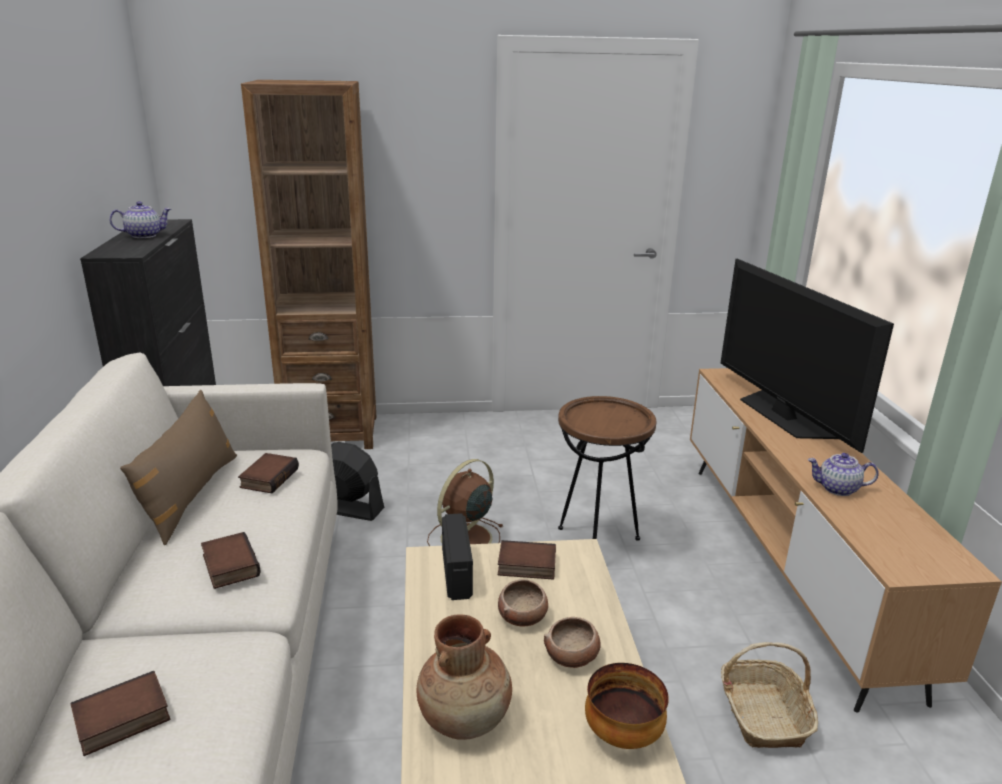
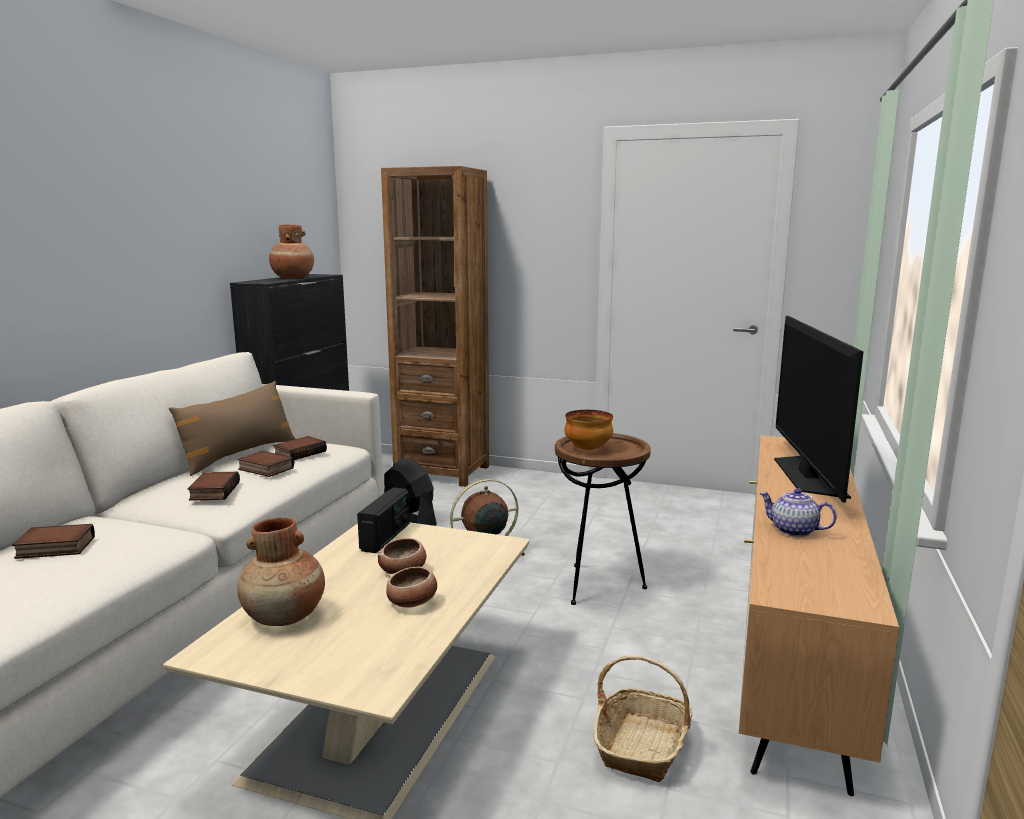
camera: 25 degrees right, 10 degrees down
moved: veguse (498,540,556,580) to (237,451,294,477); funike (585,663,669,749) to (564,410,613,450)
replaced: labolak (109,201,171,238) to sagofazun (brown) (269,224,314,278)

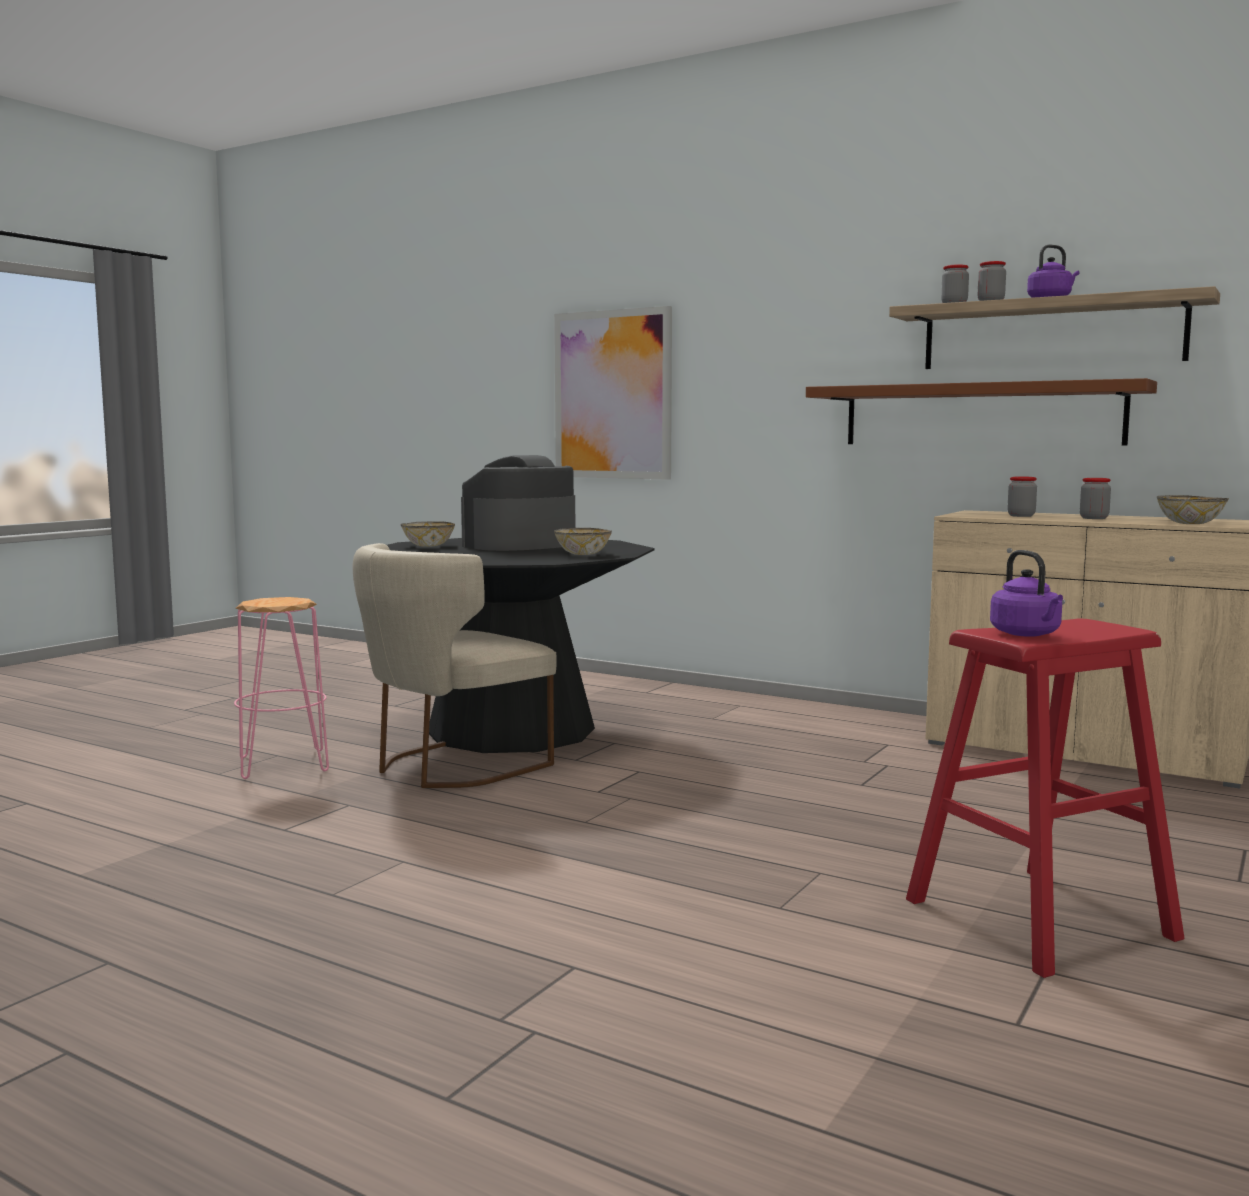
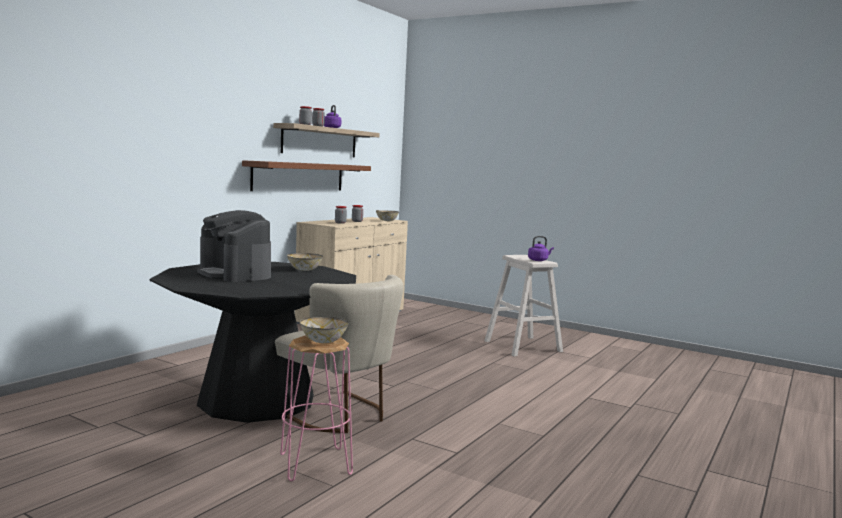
camera: 90 degrees left, 0 degrees up
removed: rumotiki (554,306,672,480)
moved: funike (401,521,455,547) to (300,317,348,343)
recoloured: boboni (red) (906,618,1185,978) to boboni (beige) (484,255,563,356)

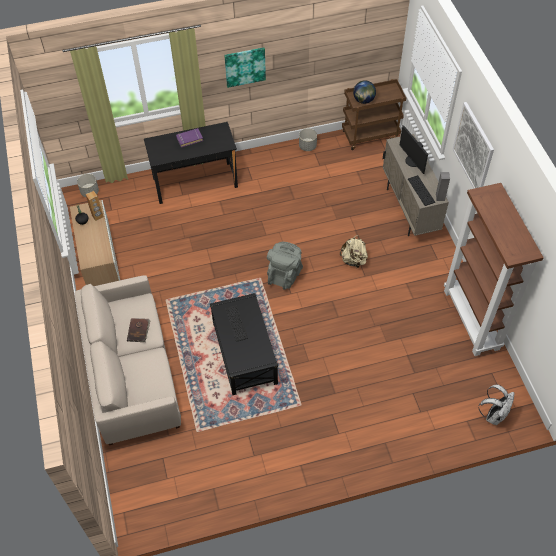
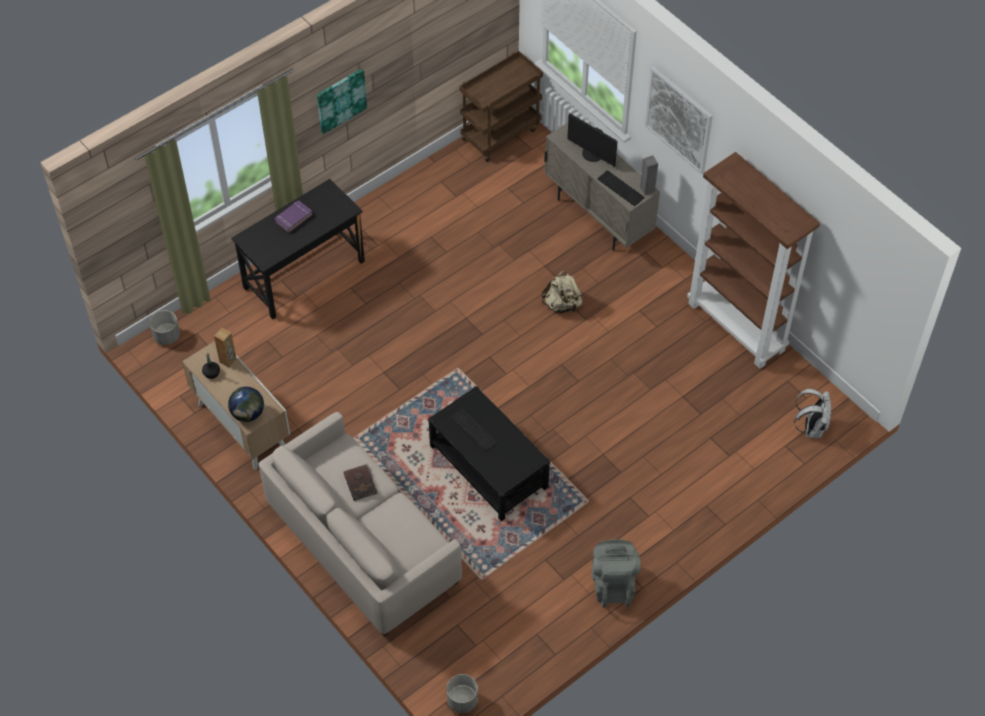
camera: 25 degrees left, 0 degrees up
moved: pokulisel (353,80,376,104) to (228,387,264,422); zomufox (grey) (299,128,317,151) to (447,674,478,713); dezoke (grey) (267,242,303,290) to (592,539,640,608)

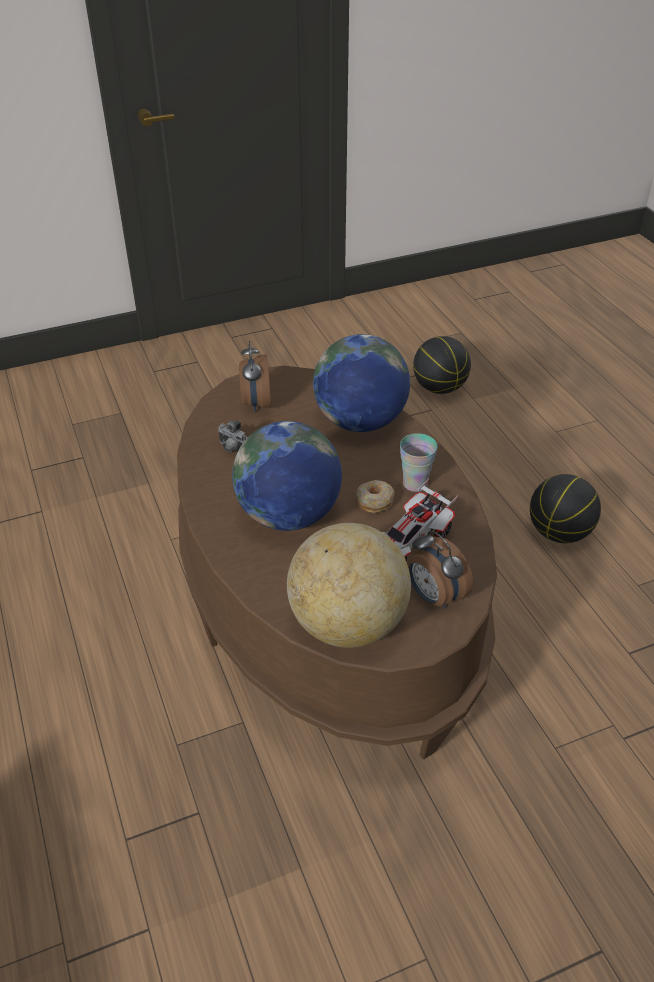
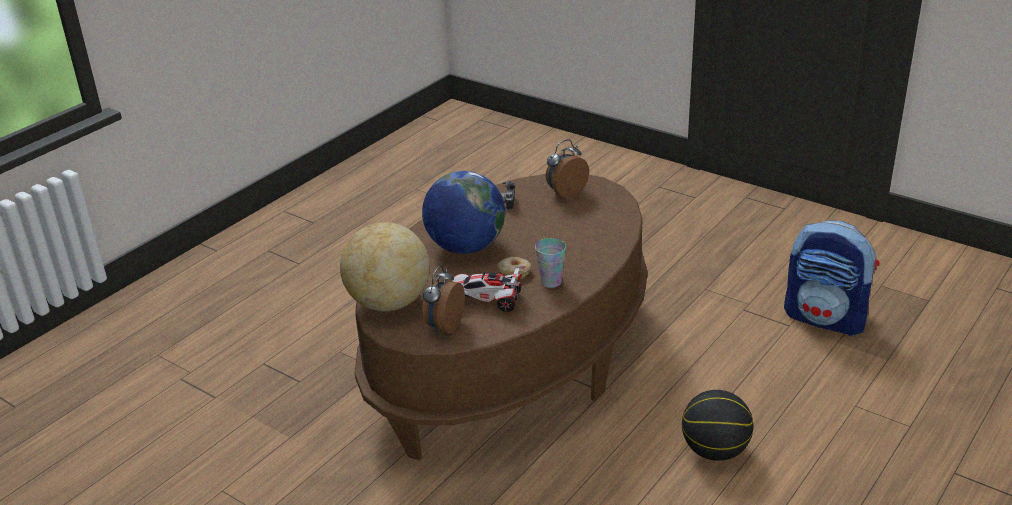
camera: 60 degrees right, 10 degrees down
removed: pokulisel (313,334,410,432)
replaced: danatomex (413,336,471,394) to dezoke (784,221,879,336)

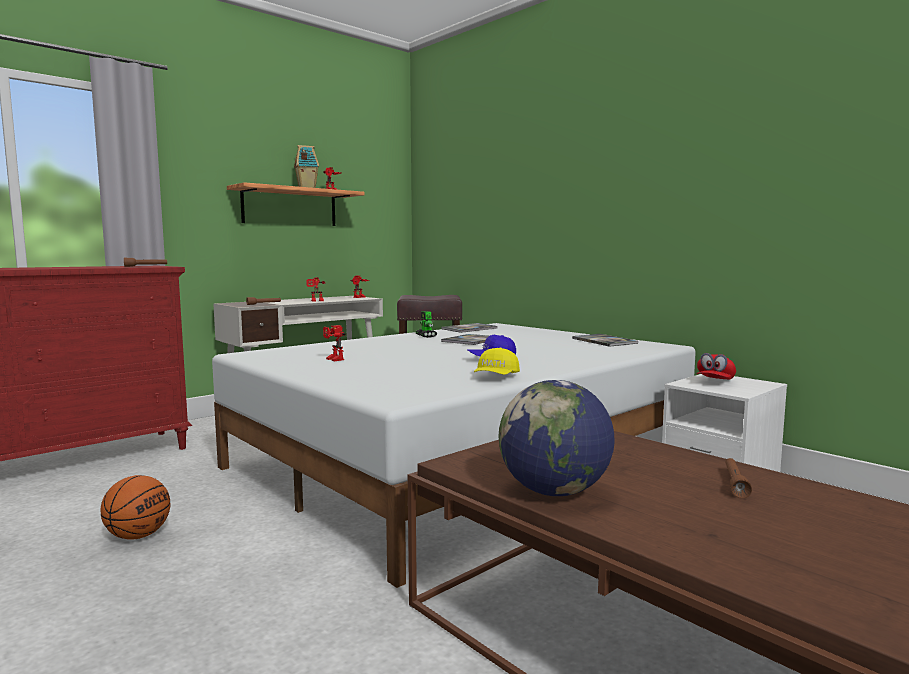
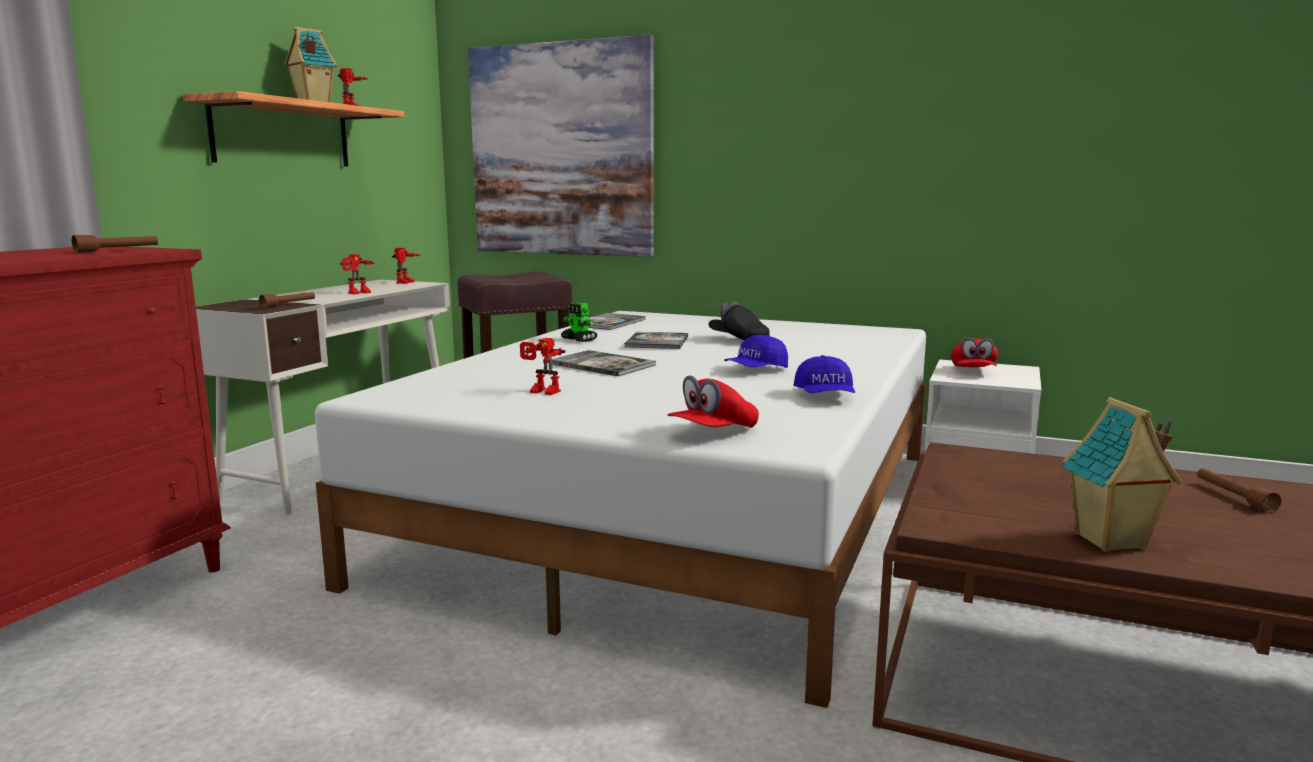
camera: 25 degrees left, 5 degrees up
removed: danatomex (100,475,170,540)
added: rumotiki (468,34,654,257); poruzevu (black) (709,301,770,340); poruzevu (red) (668,375,759,428)
moved: veguse (572,334,638,347) to (552,350,656,376)
replaced: pokulisel (498,380,615,496) to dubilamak (1062,397,1182,552)
recoloured: poruzevu (yellow) (474,347,520,375) to poruzevu (blue) (793,355,855,393)

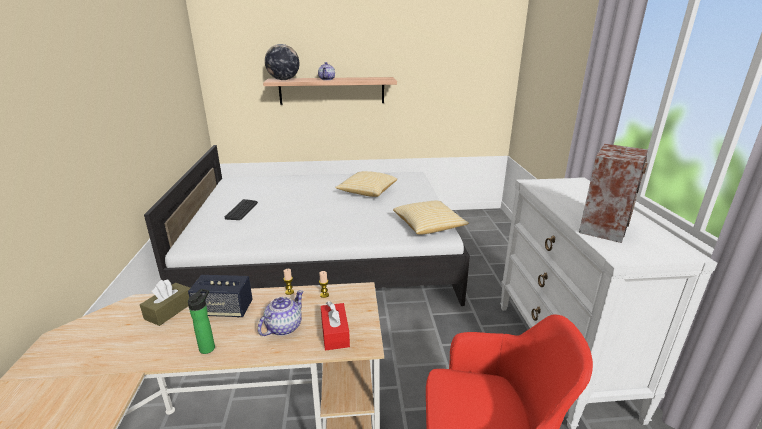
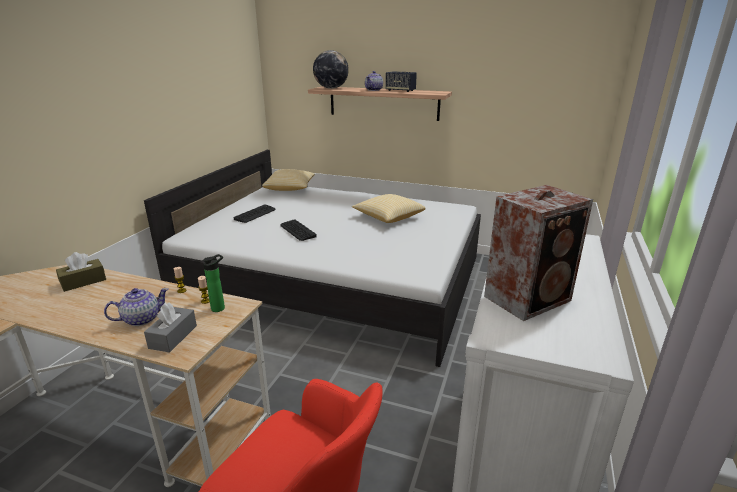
camera: 25 degrees right, 0 degrees up
added: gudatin (280,219,317,241)
moved: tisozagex (393,201,469,235) to (262,169,315,191); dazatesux (188,275,253,318) to (386,71,417,92); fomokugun (188,289,215,354) to (203,254,225,312)
recoloured: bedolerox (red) (321,301,350,351) to bedolerox (grey) (144,303,197,353)

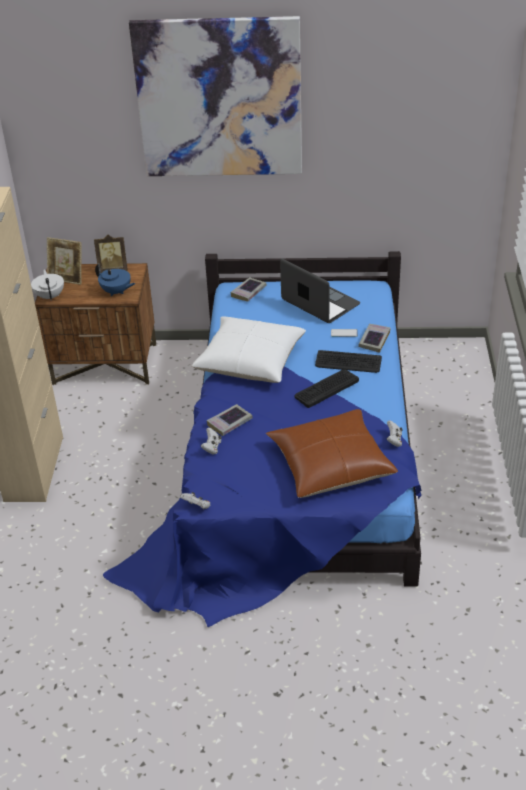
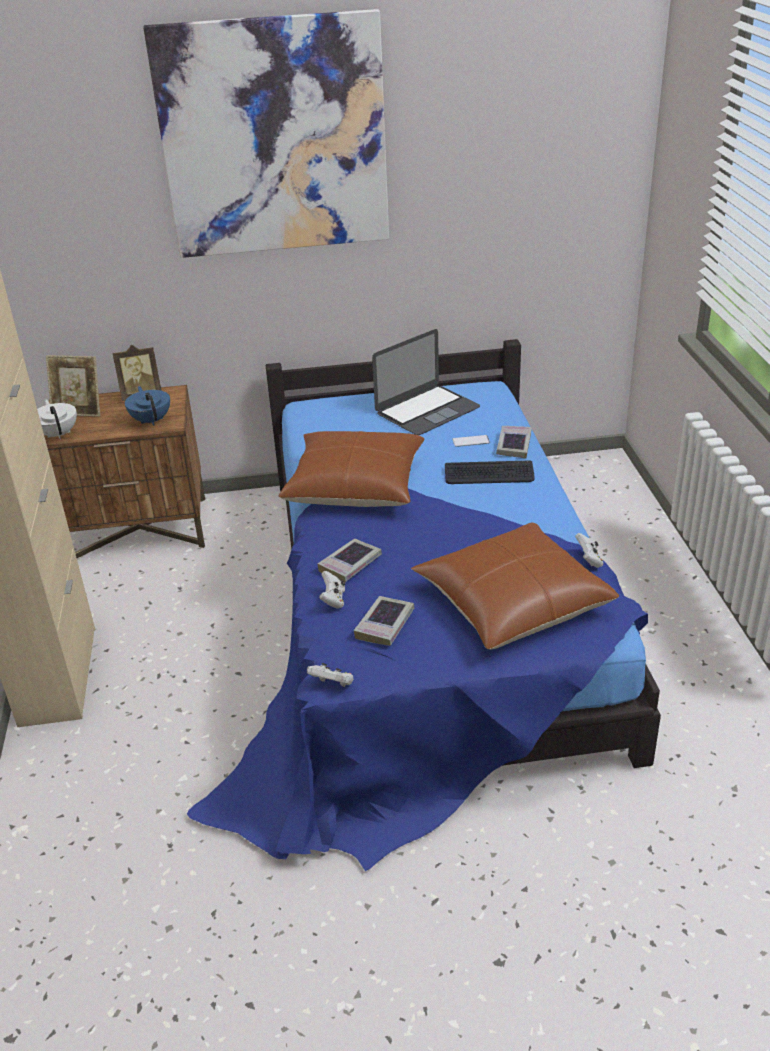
camera: 10 degrees left, 5 degrees down
removed: gudatin (294,369,359,408)
moved: veguse (231,277,267,302) to (354,596,414,646)
recoloured: tisozagex (white) (192,317,306,383) to tisozagex (brown) (279,431,424,507)
turned: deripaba (280,259,360,323) = (372,329,480,435) 105 degrees clockwise; labolak (blue) (95,264,135,296) = (125,386,170,425) 135 degrees counterclockwise

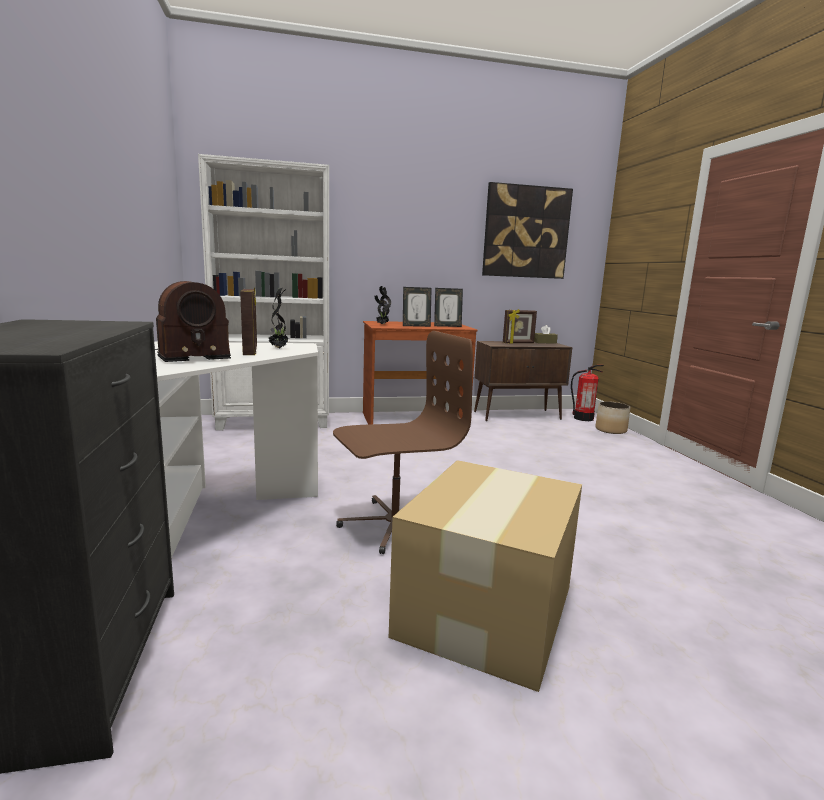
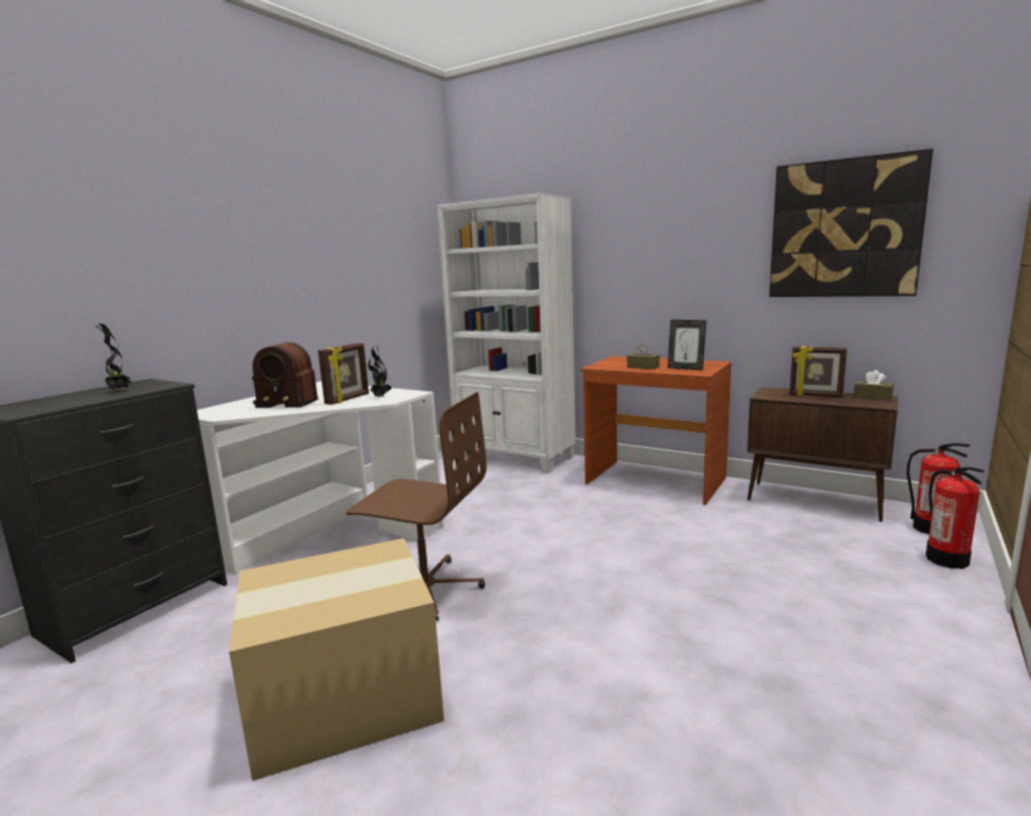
camera: 45 degrees right, 0 degrees up
moved: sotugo (375,286,391,324) to (95,323,132,391)
replaced: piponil (403,287,432,327) to bedolerox (brown) (627,343,660,369); zomufox (596,401,631,434) to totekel (926,467,984,569)

